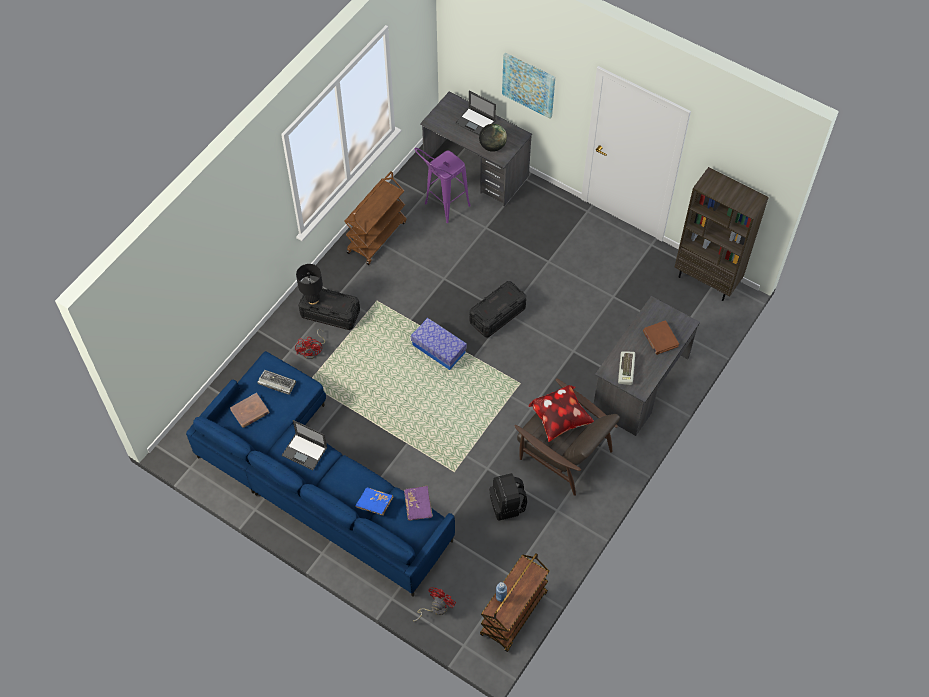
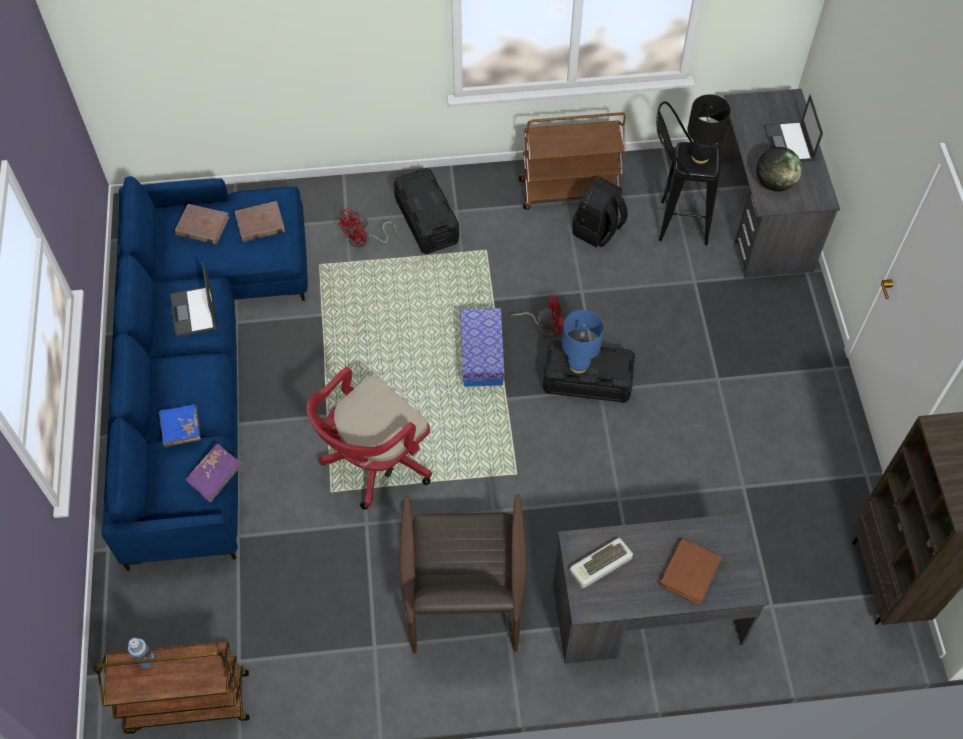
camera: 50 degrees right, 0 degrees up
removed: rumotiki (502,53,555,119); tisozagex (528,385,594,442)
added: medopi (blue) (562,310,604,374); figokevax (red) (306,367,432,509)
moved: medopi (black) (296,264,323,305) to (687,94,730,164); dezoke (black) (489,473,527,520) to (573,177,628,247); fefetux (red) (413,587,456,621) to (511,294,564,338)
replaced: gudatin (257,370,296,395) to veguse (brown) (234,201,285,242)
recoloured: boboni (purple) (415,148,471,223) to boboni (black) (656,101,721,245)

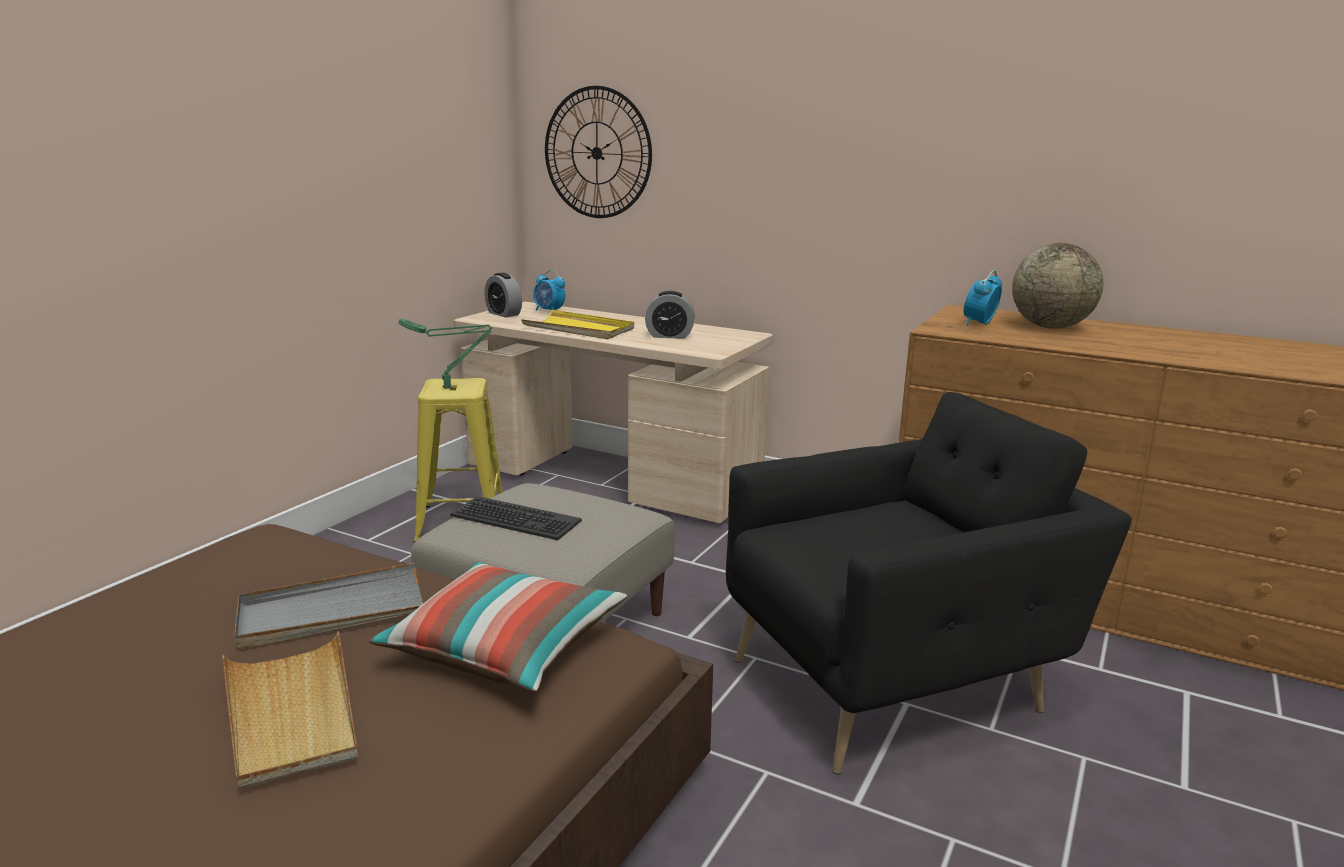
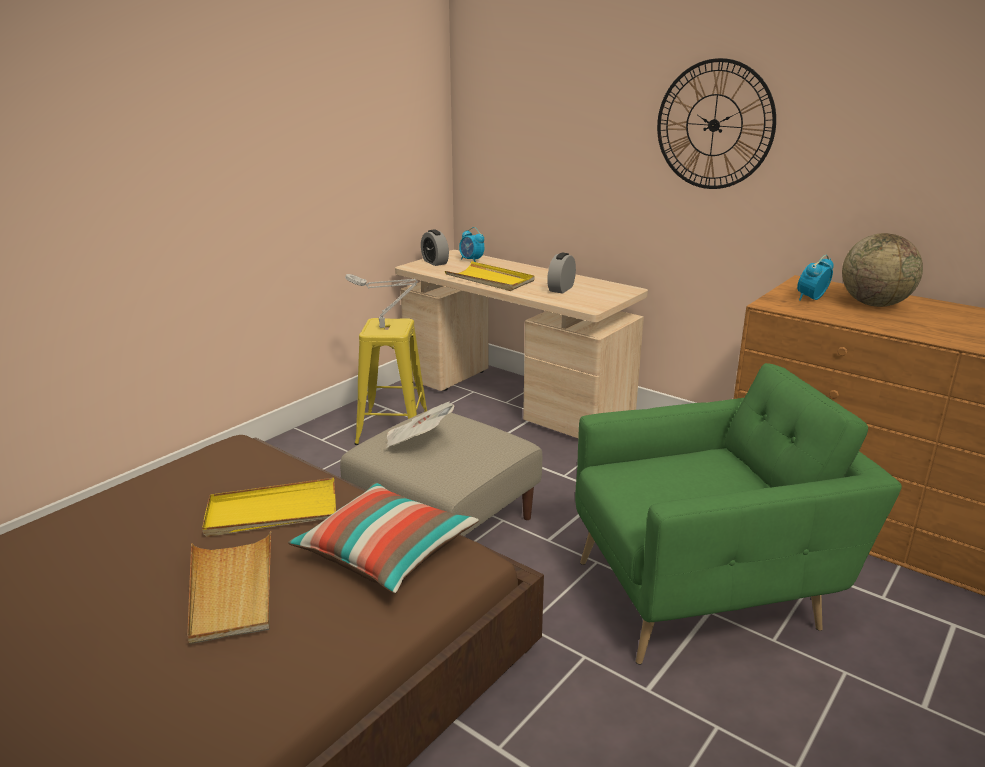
camera: 10 degrees right, 5 degrees up
moved: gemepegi (545,86,652,218) to (657,58,776,189)
replaced: gudatin (450,496,582,540) to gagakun (386,402,454,448)
recoloured: medopi (green) (398,319,492,388) to medopi (grey) (345,274,418,328); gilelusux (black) (726,392,1132,775) to gilelusux (green) (575,363,902,665); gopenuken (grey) (235,562,423,649) to gopenuken (yellow) (202,478,336,537)
turned: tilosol (645,291,695,339) = (547,253,576,294) 105 degrees clockwise

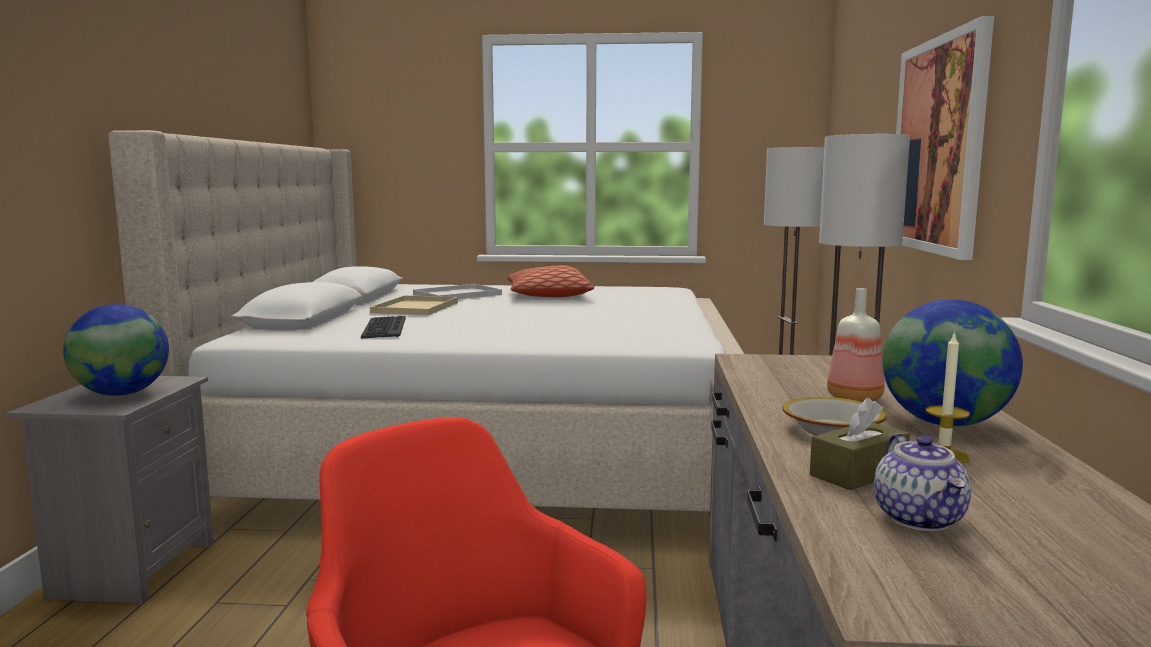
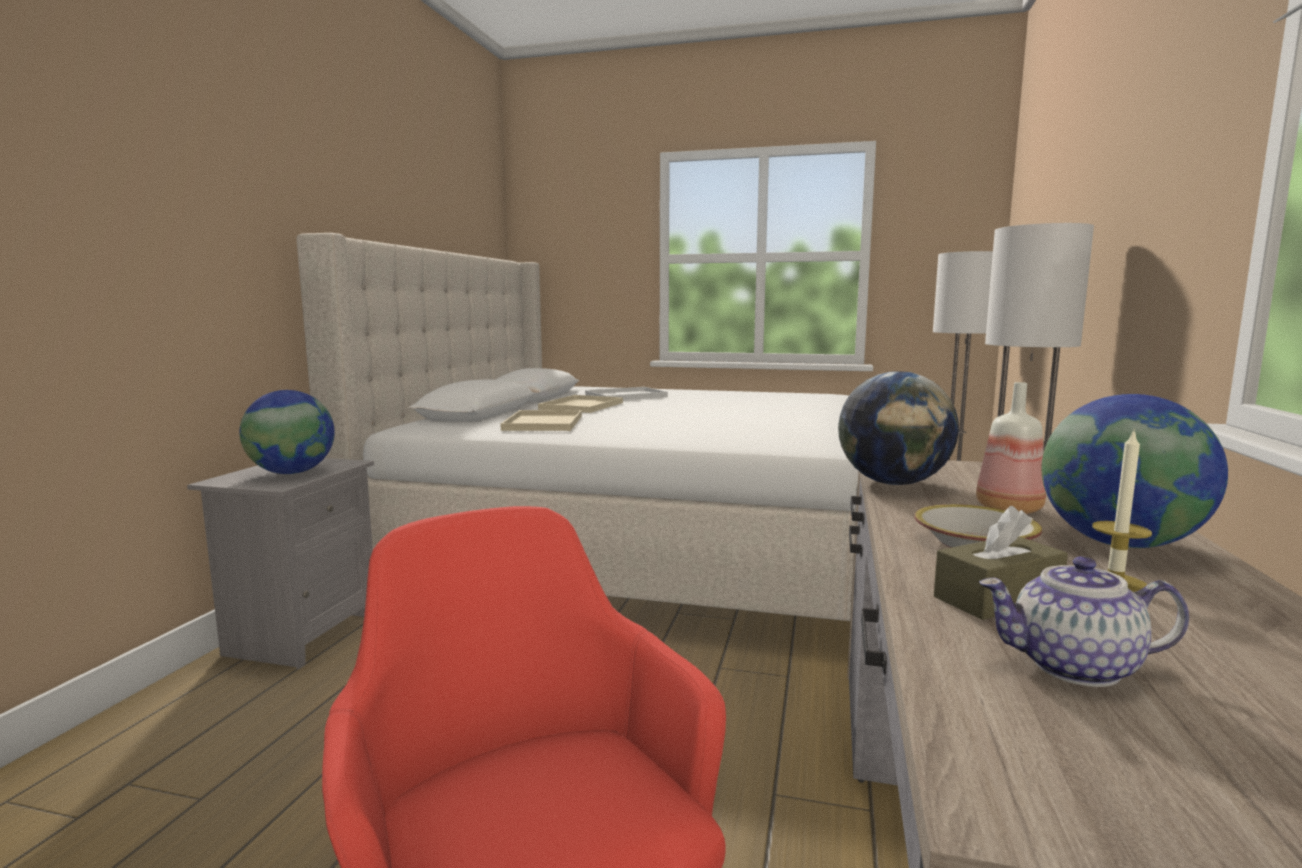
camera: 10 degrees right, 0 degrees up
removed: rumotiki (896,16,994,260); tisozagex (507,265,594,297)
added: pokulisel (838,371,959,485)
replaced: gudatin (361,316,406,339) to gopenuken (beige) (500,410,582,431)
turned: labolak (874,433,971,531) = (979,556,1189,687) 90 degrees clockwise

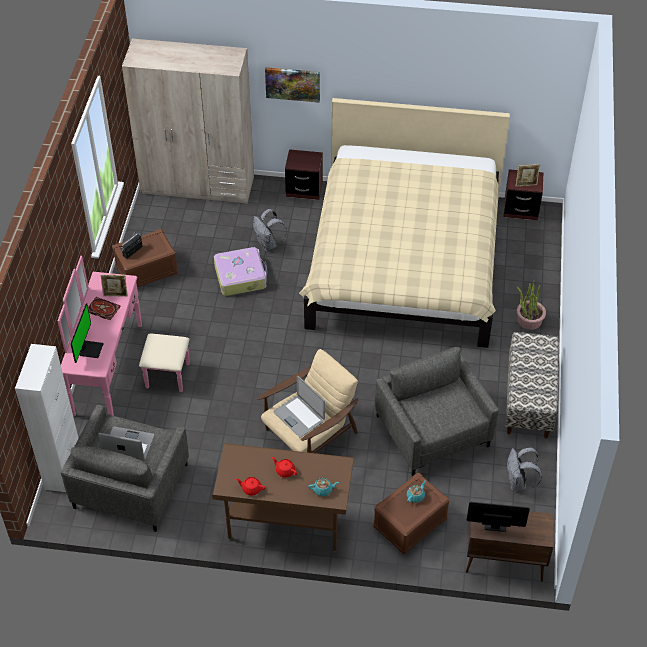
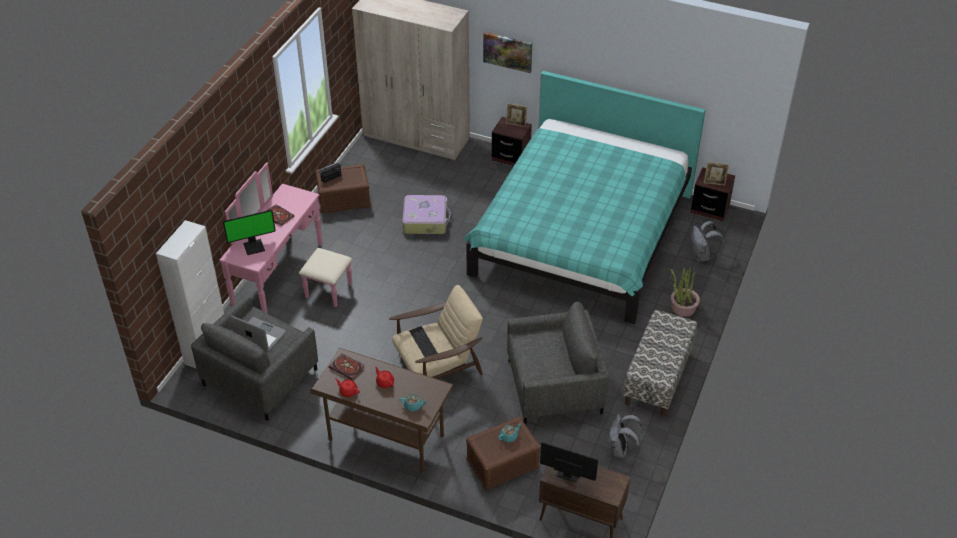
camera: 15 degrees right, 5 degrees down
added: veguse (329,353,365,380)
moved: dezoke (grey) (253,209,287,251) to (691,221,724,262); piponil (101,274,128,297) to (506,103,527,127)
replaced: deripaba (273,376,325,438) to gudatin (409,326,438,357)
recoloured: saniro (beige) (299,98,510,348) to saniro (turquoise) (464,71,706,324)
turned: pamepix (71,303,104,363) = (223,210,276,255) 45 degrees clockwise; gilelusux (grey) (375,347,499,476) = (507,302,609,424) 90 degrees clockwise

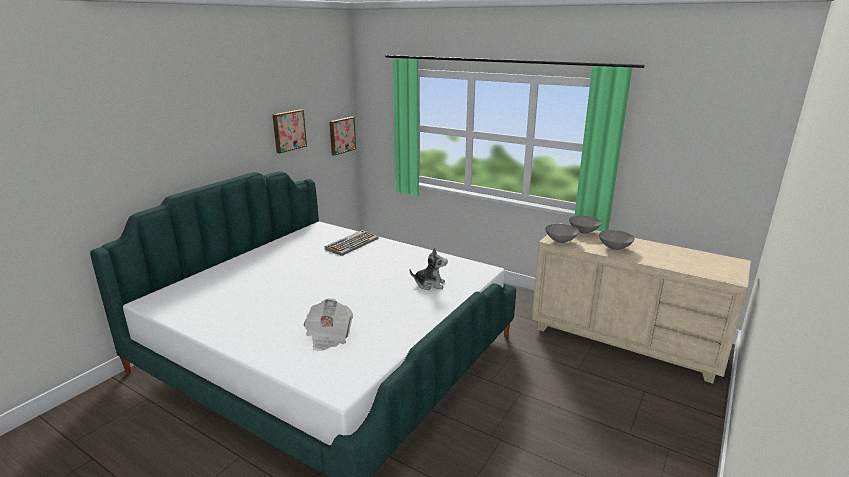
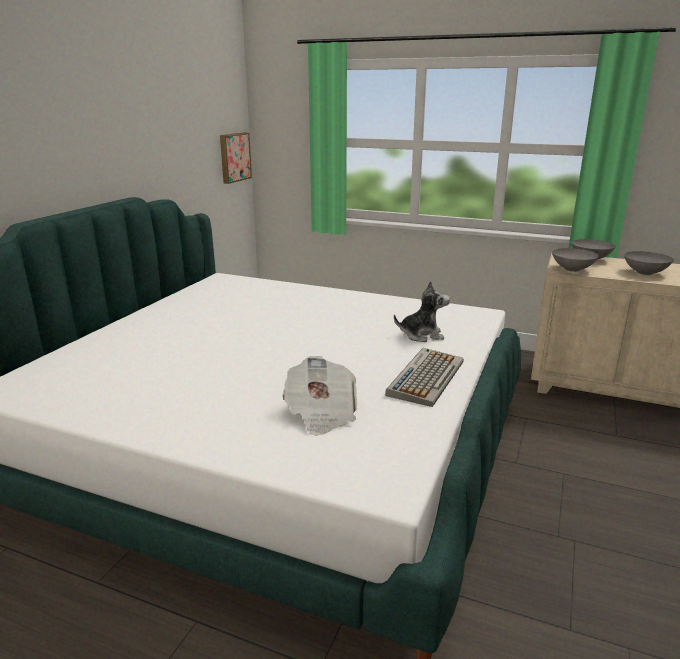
camera: 10 degrees left, 0 degrees up
removed: rumotiki (272,109,307,153)
moved: gudatin (325,230,379,256) to (385,348,464,407)

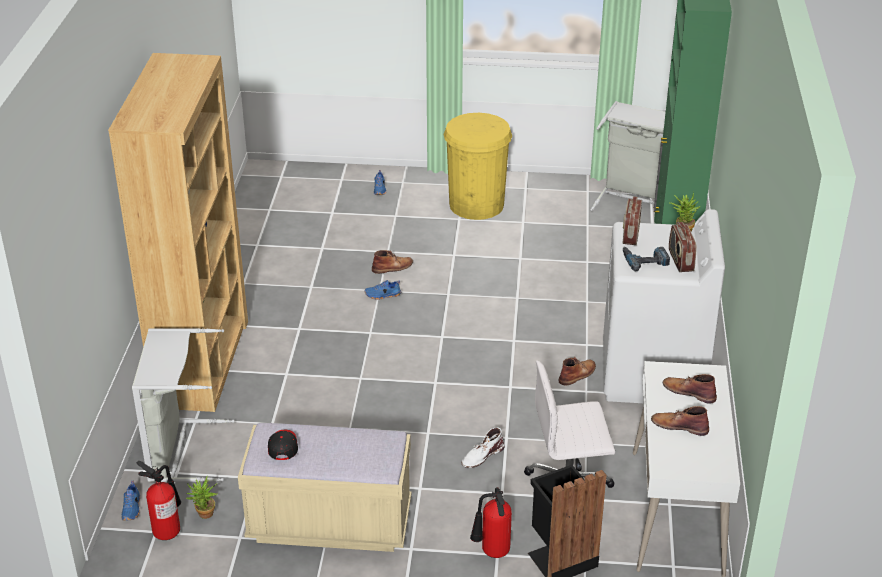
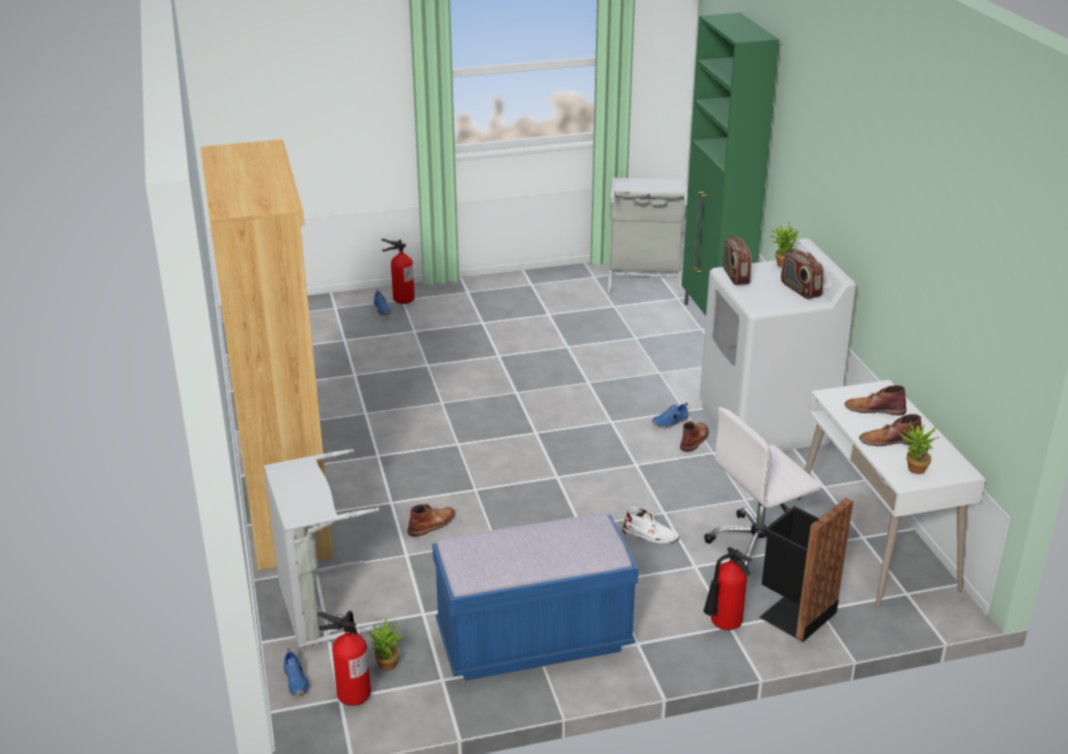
camera: 20 degrees left, 5 degrees down
removed: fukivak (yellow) (444,113,512,220); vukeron (623,247,670,271); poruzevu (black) (268,430,298,460)
added: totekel (382,239,415,304); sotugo (899,421,940,474)
moved: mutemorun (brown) (372,250,413,274) to (407,503,455,537); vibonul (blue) (364,280,401,300) to (652,402,689,428)
recoloured: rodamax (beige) (238,423,412,552) to rodamax (blue) (432,513,639,681)
turned: mutemorun (white) (462,427,505,468) = (622,507,680,544) 105 degrees counterclockwise

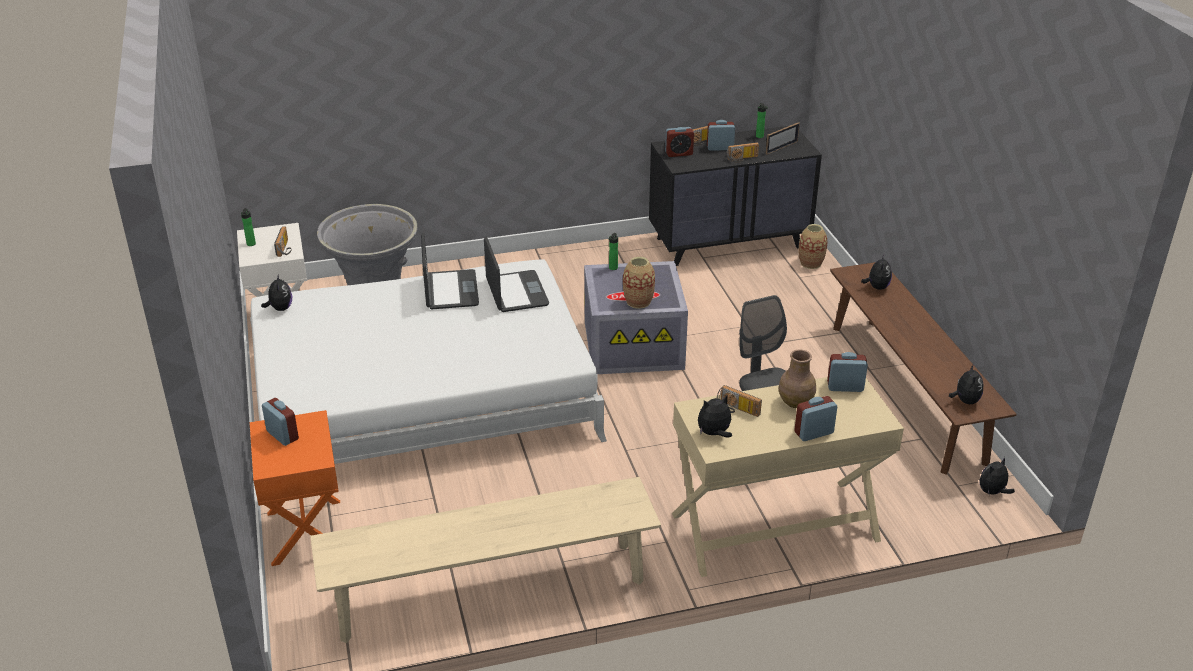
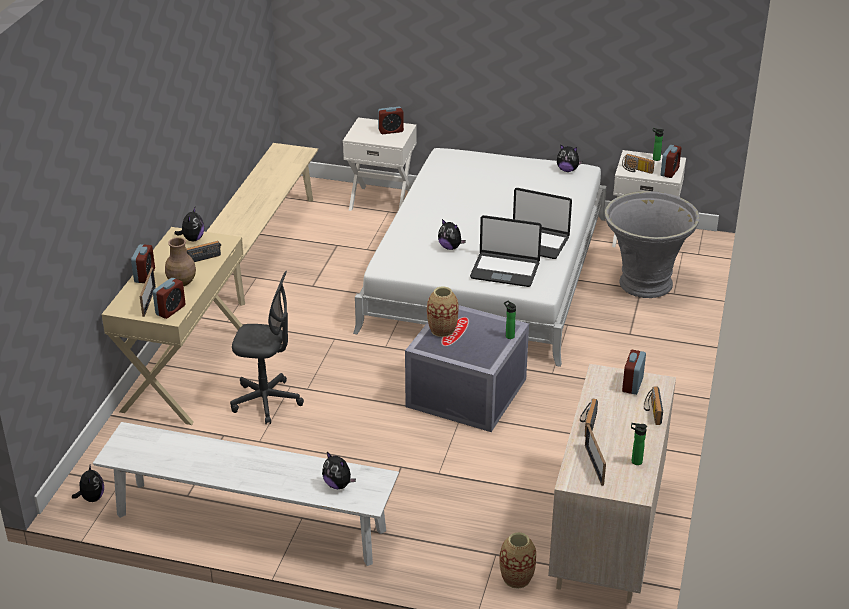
camera: 120 degrees right, 0 degrees up
added: piponil (140,267,156,317)
moved: tilosol (707,120,735,151) to (661,145,681,178); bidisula (949,364,983,404) to (438,219,466,250)
recoloured: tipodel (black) (649,126,822,266) to tipodel (beige) (548,364,676,603); rodamax (brown) (830,262,1017,475) to rodamax (white) (93,422,399,566); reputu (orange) (250,410,340,566) to reputu (white) (343,117,417,211)

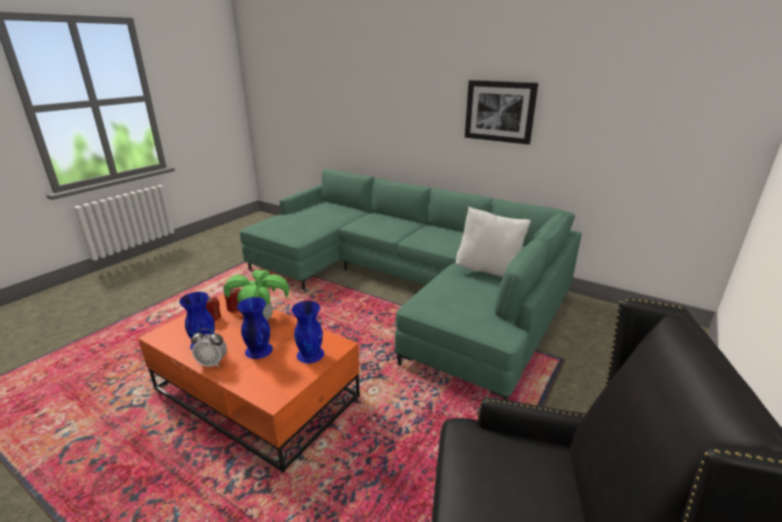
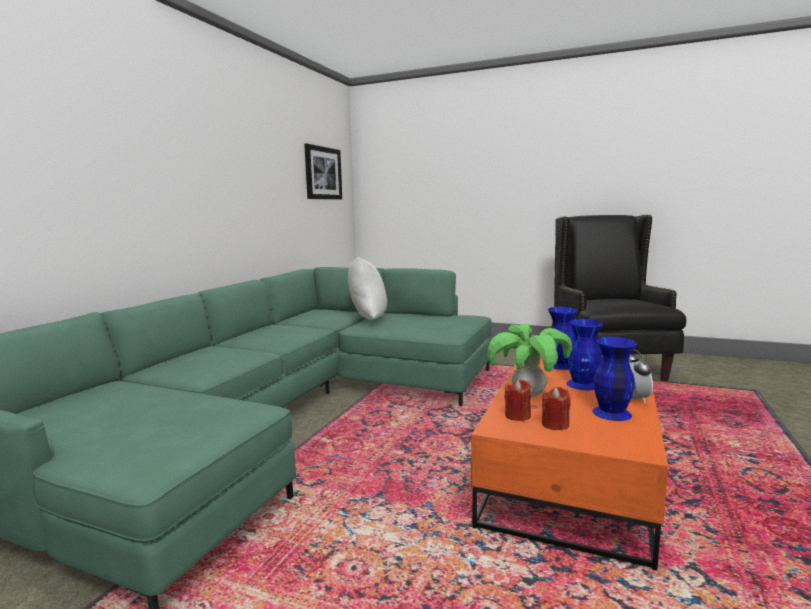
camera: 100 degrees left, 15 degrees down
moved: rumotiki (465,80,538,145) to (304,143,342,200)

